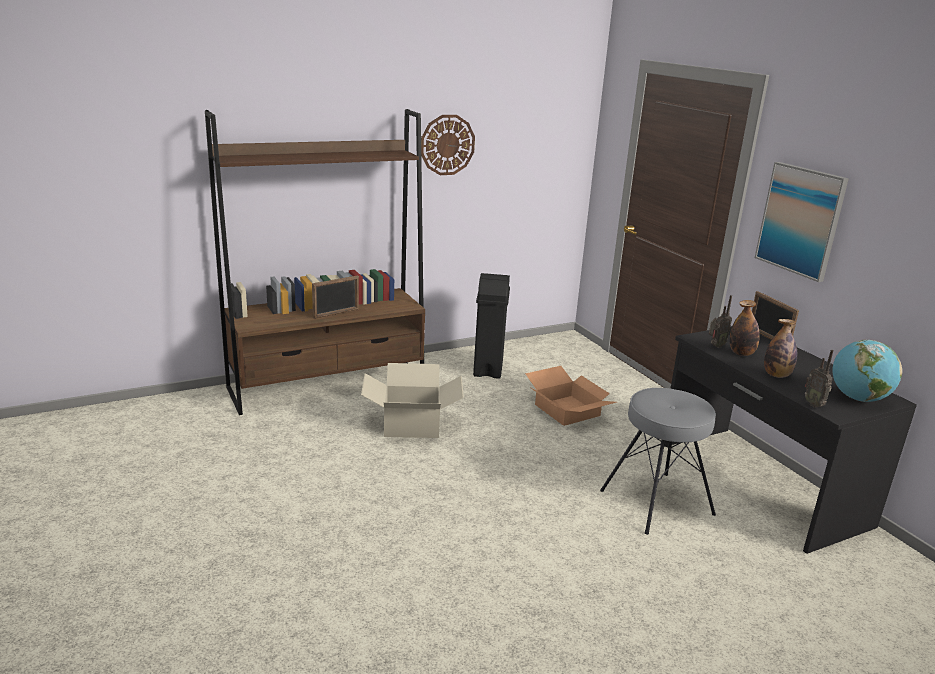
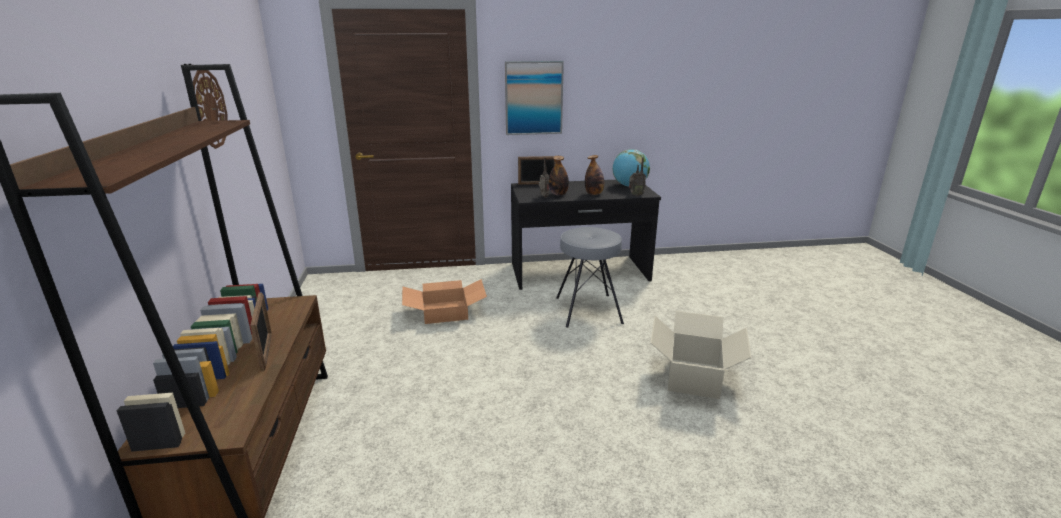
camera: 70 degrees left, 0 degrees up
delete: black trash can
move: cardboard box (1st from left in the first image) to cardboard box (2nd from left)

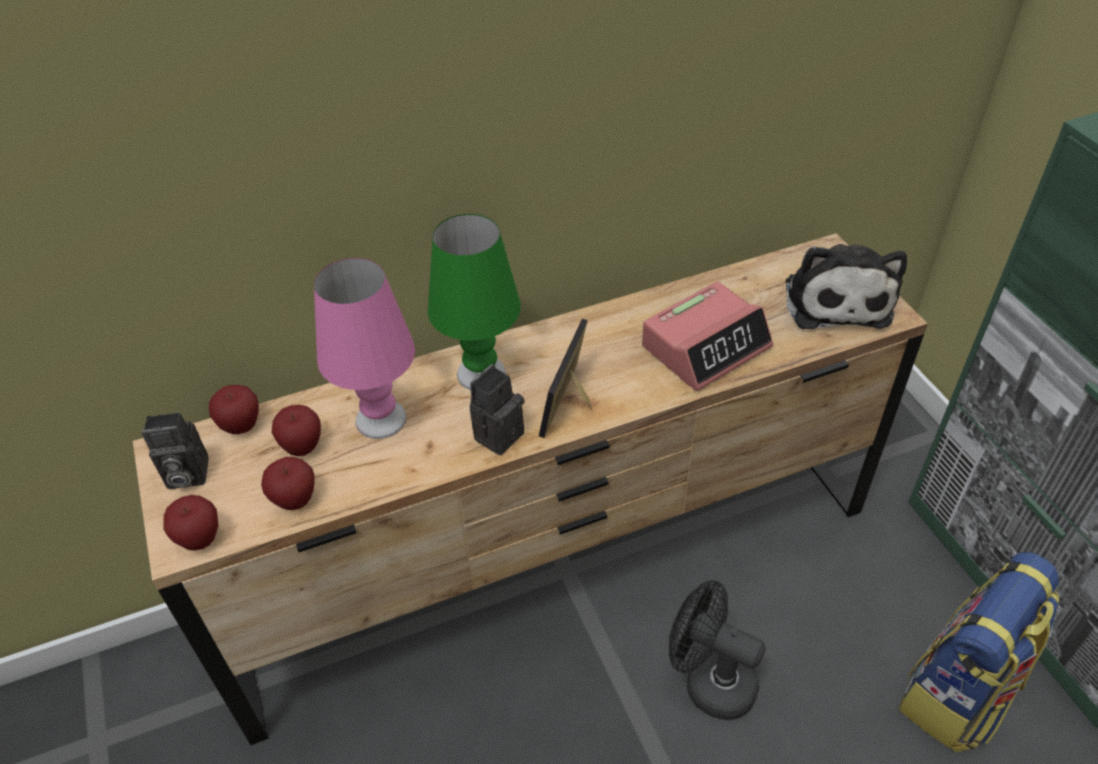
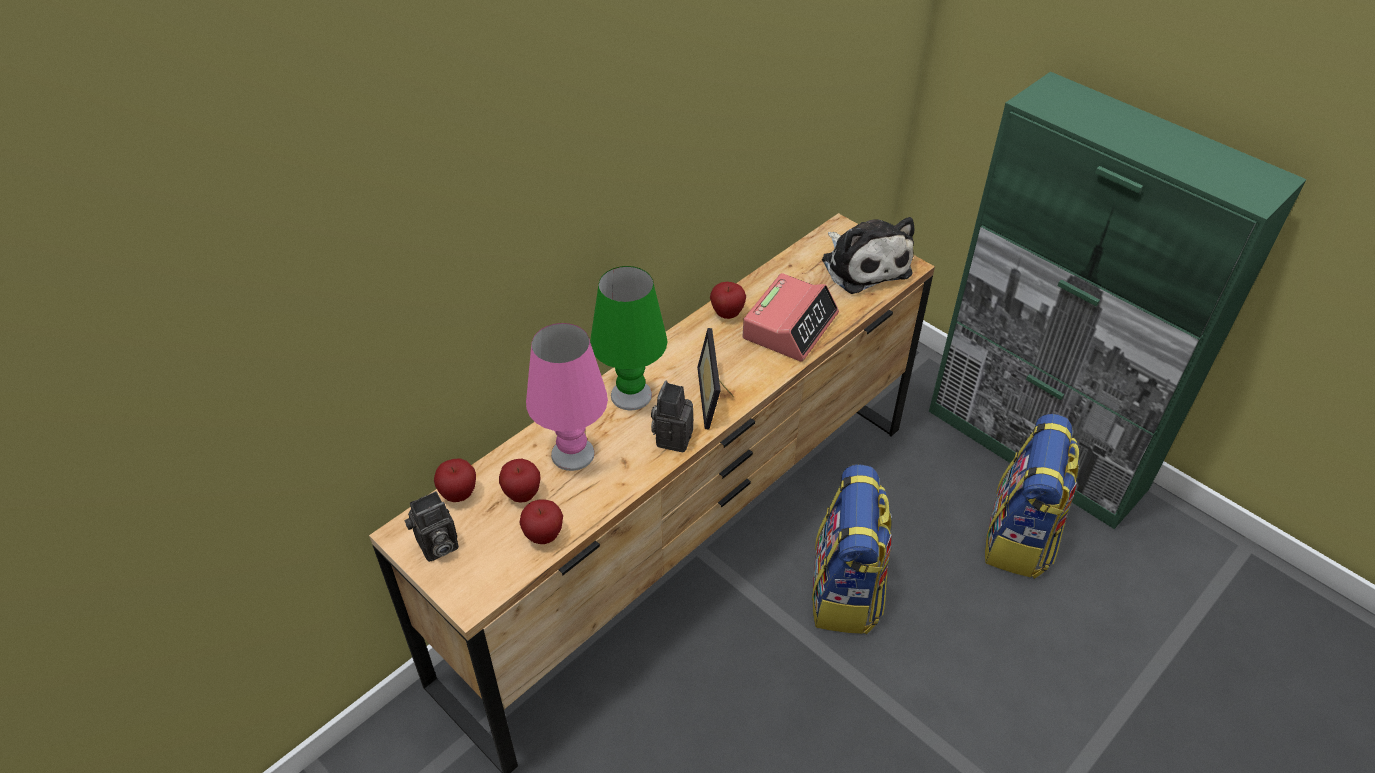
camera: 25 degrees left, 0 degrees up
move: apple (1st from left in the first image) to apple (4th from left)
replace: black fan to backpack (1st from left)

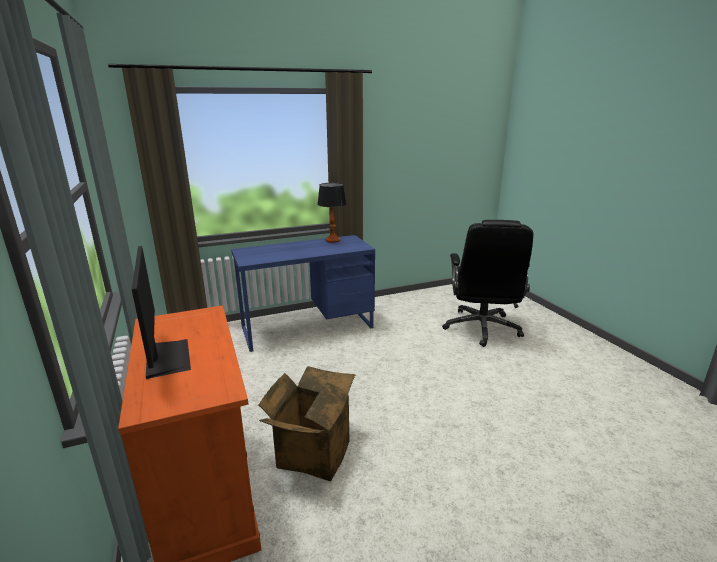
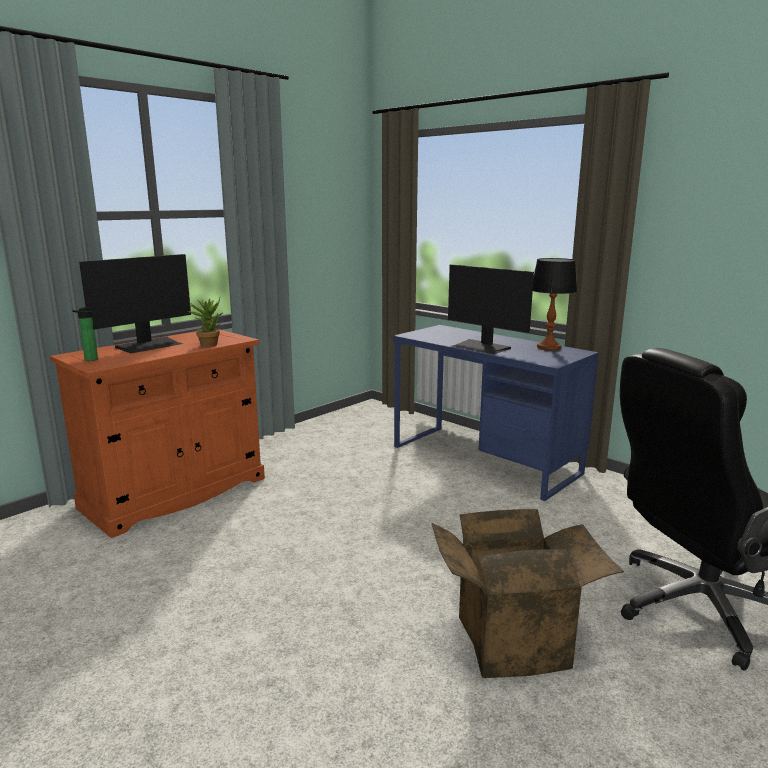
camera: 65 degrees right, 5 degrees down
insert: bottle; potted plant; monitor (2nd from left)
move: cardboard box

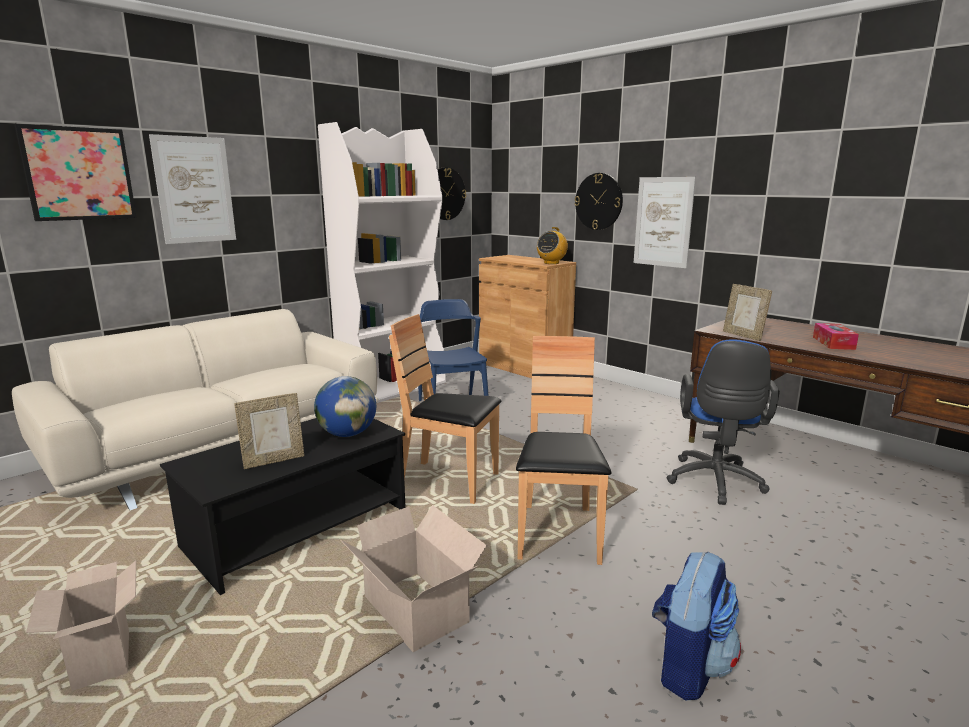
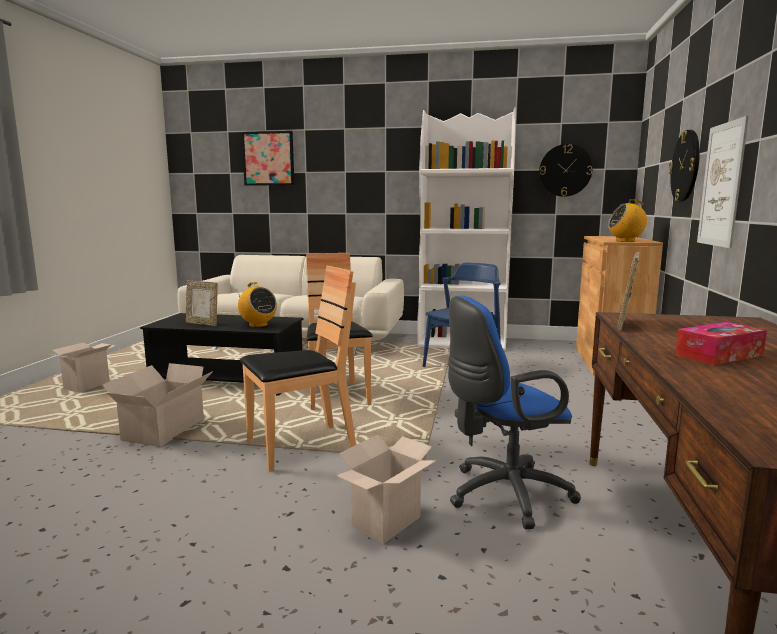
camera: 55 degrees right, 5 degrees down
delete: picture (2nd from left); backpack
insert: cardboard box (3rd from left)
replace: globe to radio (1st from left)

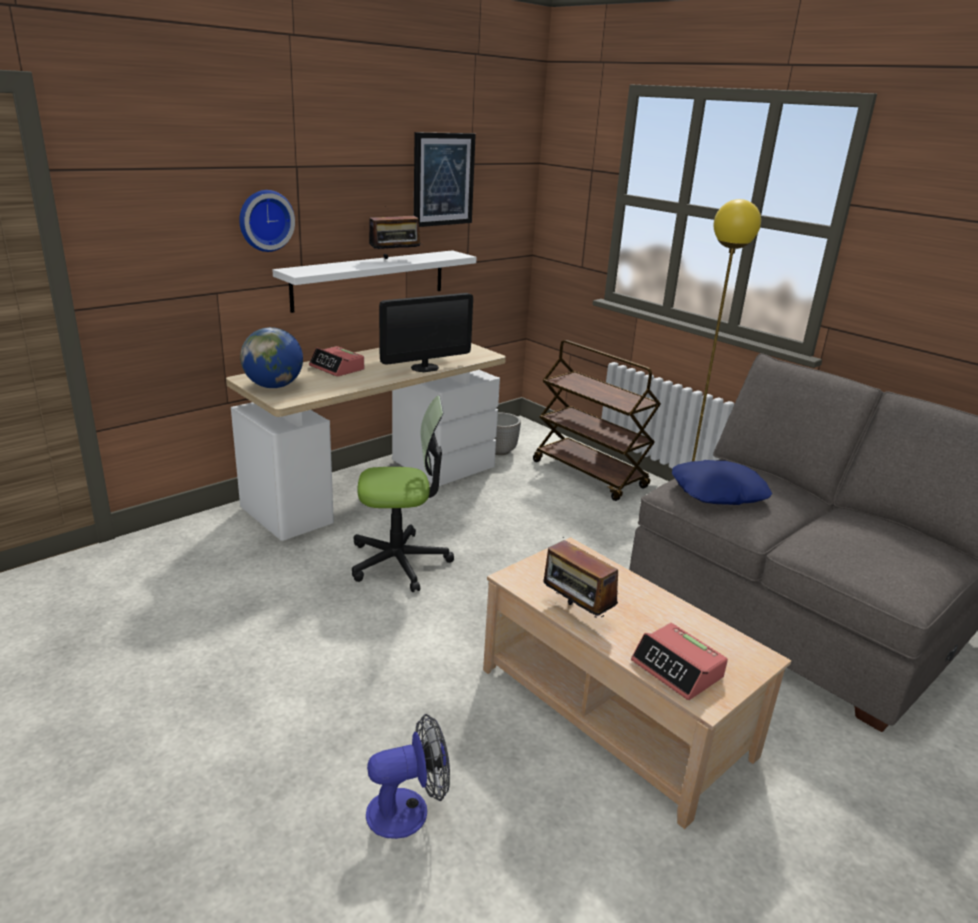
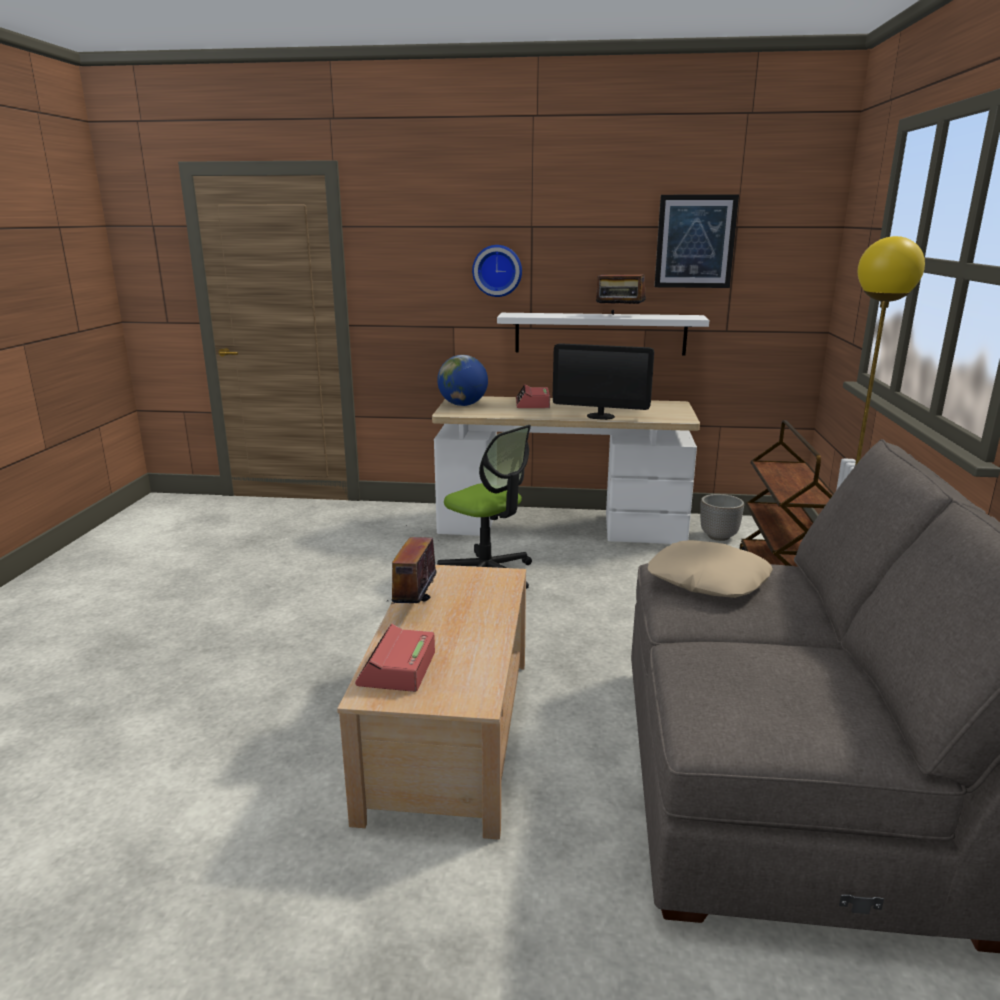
camera: 50 degrees right, 5 degrees down
delete: fan
recolor: blue pillow to beige pillow

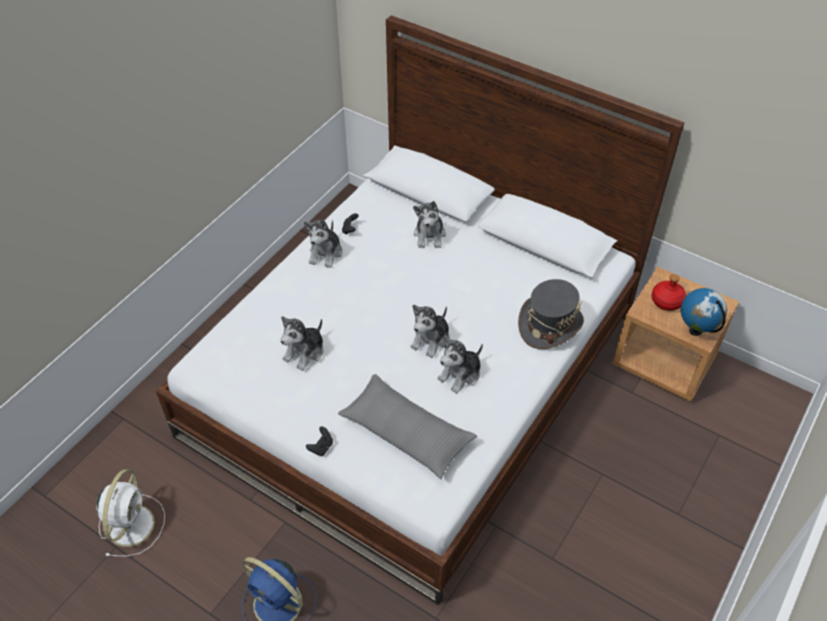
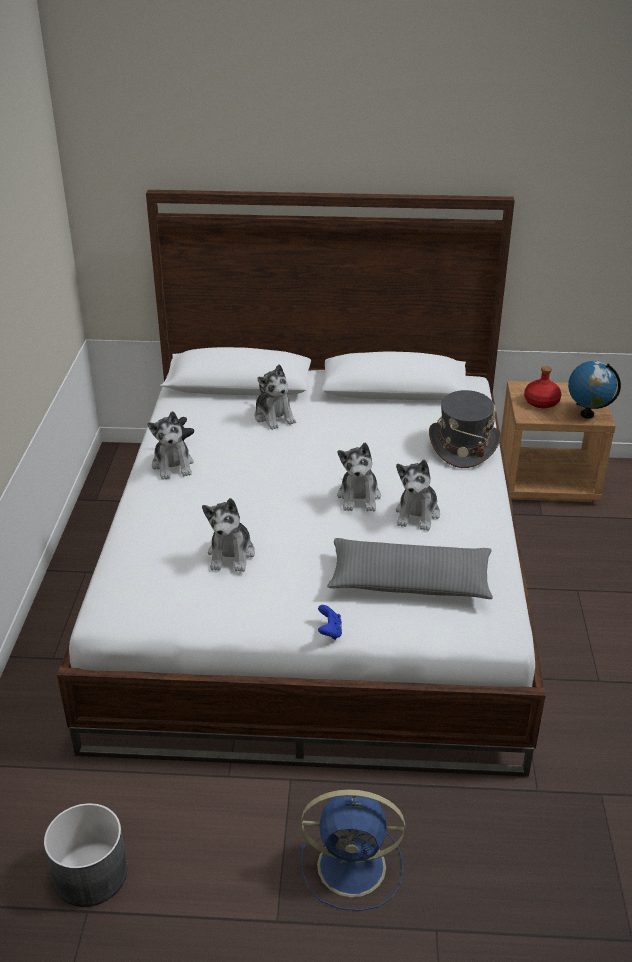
camera: 30 degrees left, 15 degrees down
replace: white fan to grey planter
recolor: black game controller (1st from left) to blue game controller

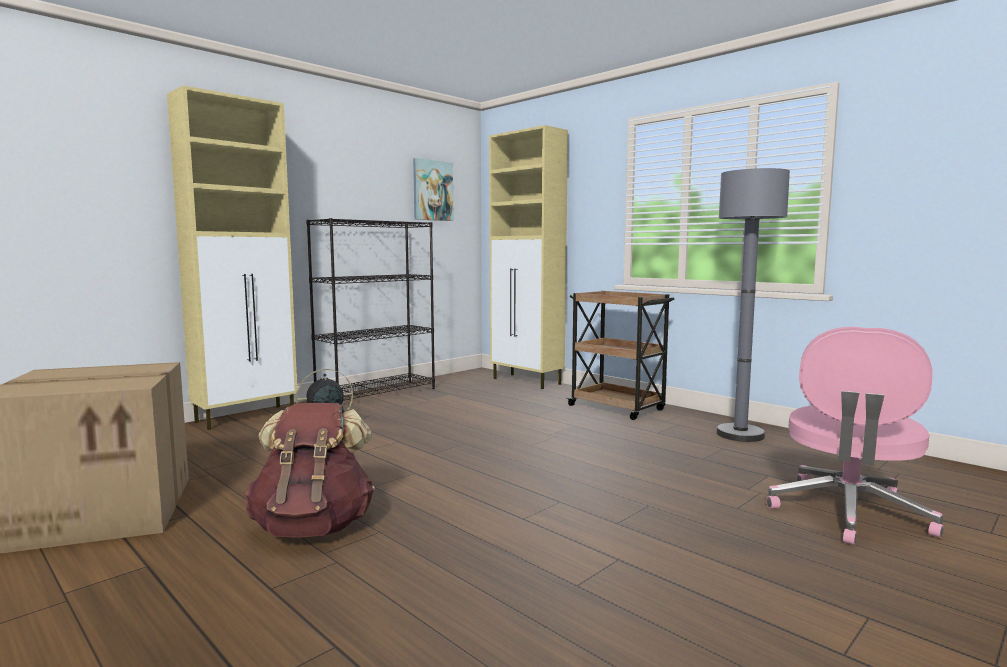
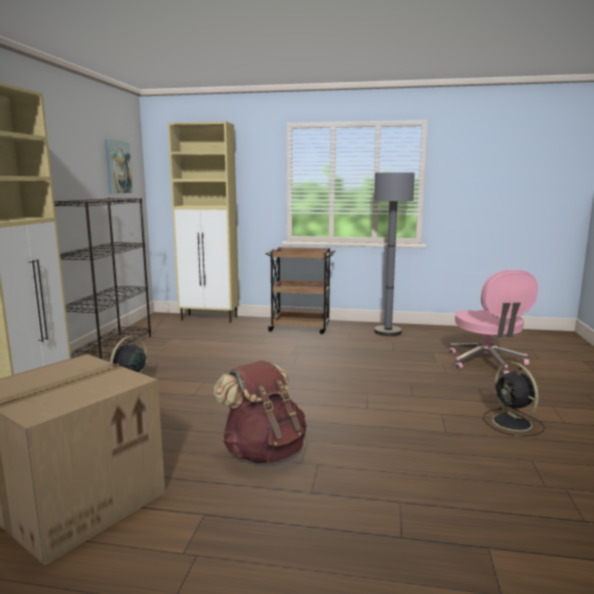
camera: 35 degrees left, 5 degrees up
insert: black fan (2nd from left)

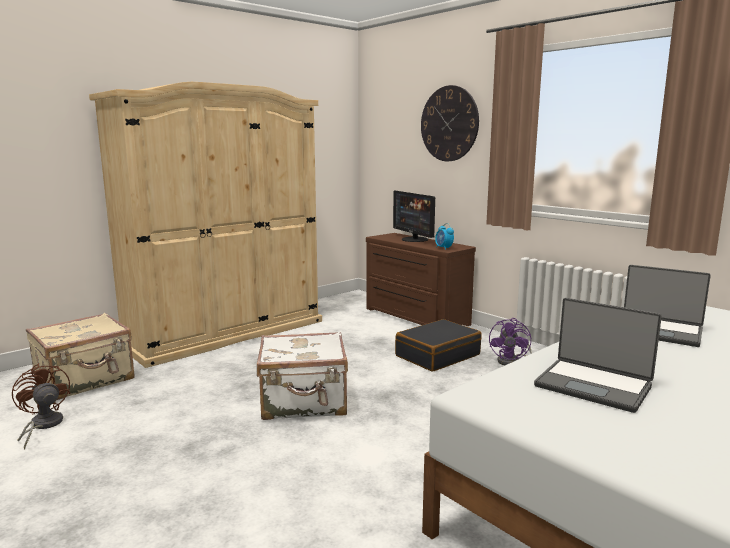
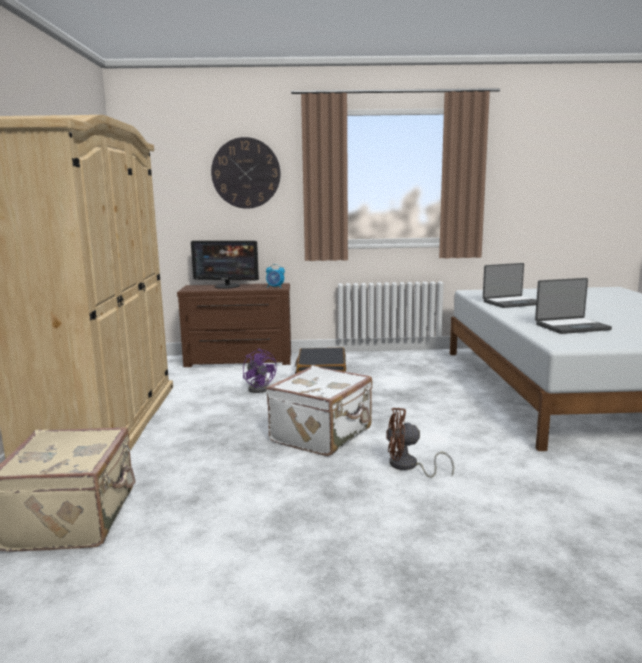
camera: 50 degrees left, 0 degrees up
move: brown fan; purple fan

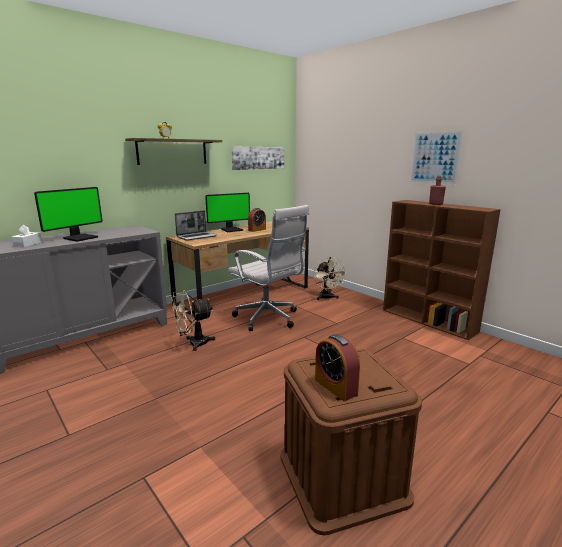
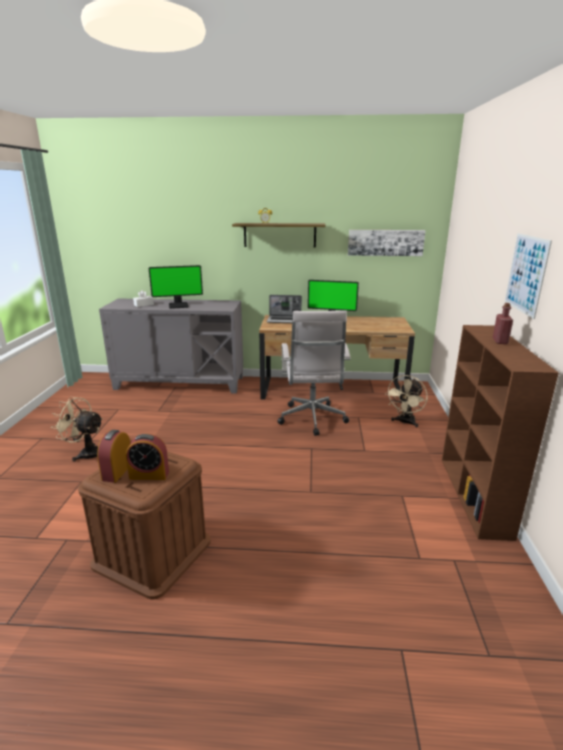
camera: 45 degrees right, 5 degrees up
move: beige fan (1st from left); alarm clock (2nd from left)

